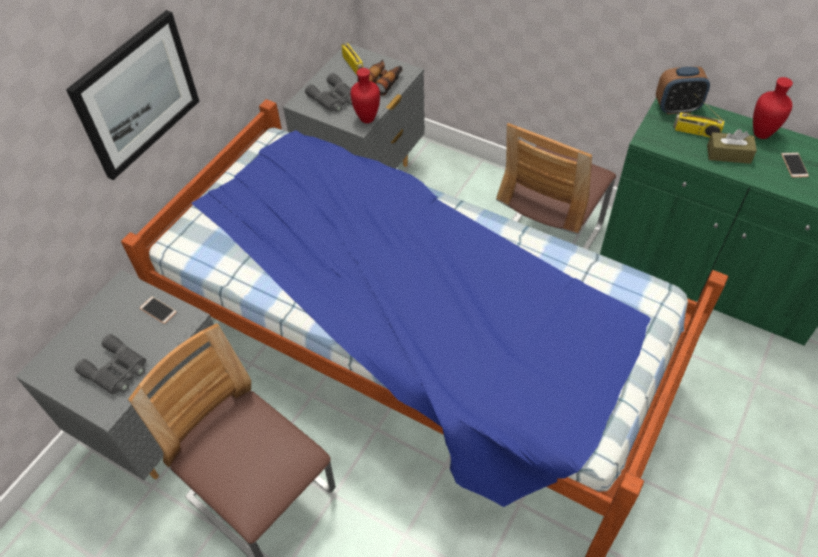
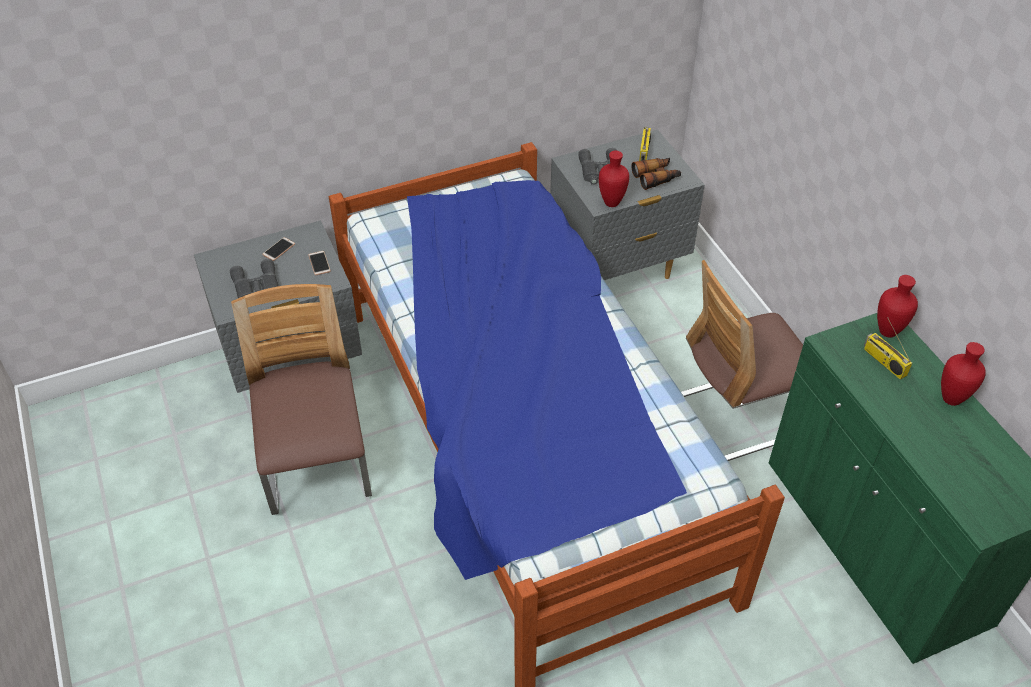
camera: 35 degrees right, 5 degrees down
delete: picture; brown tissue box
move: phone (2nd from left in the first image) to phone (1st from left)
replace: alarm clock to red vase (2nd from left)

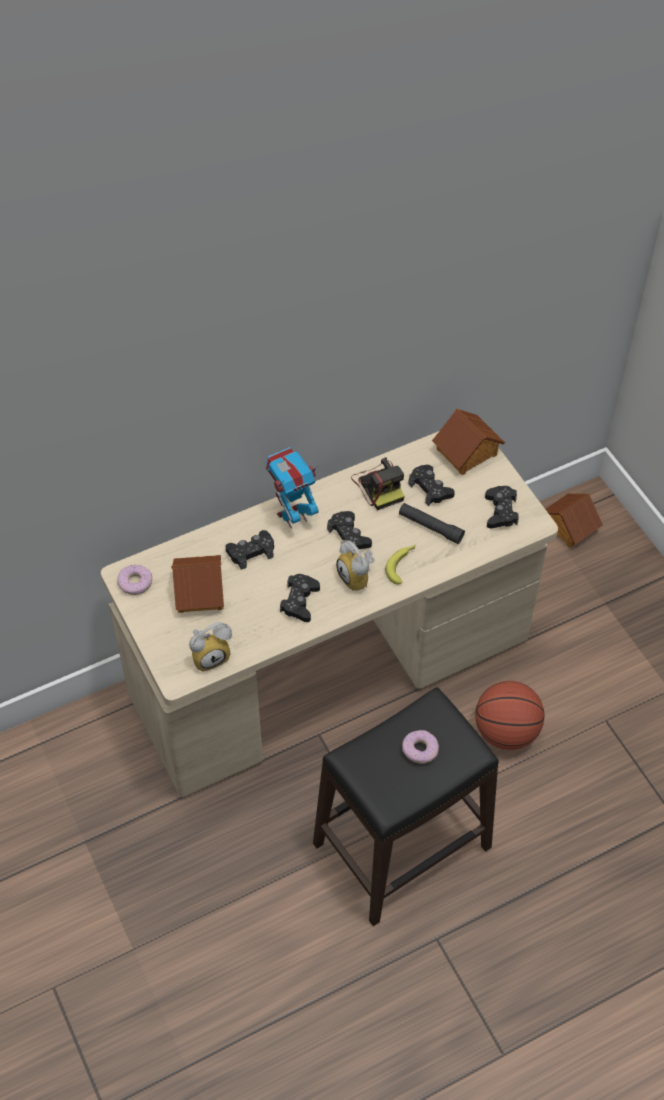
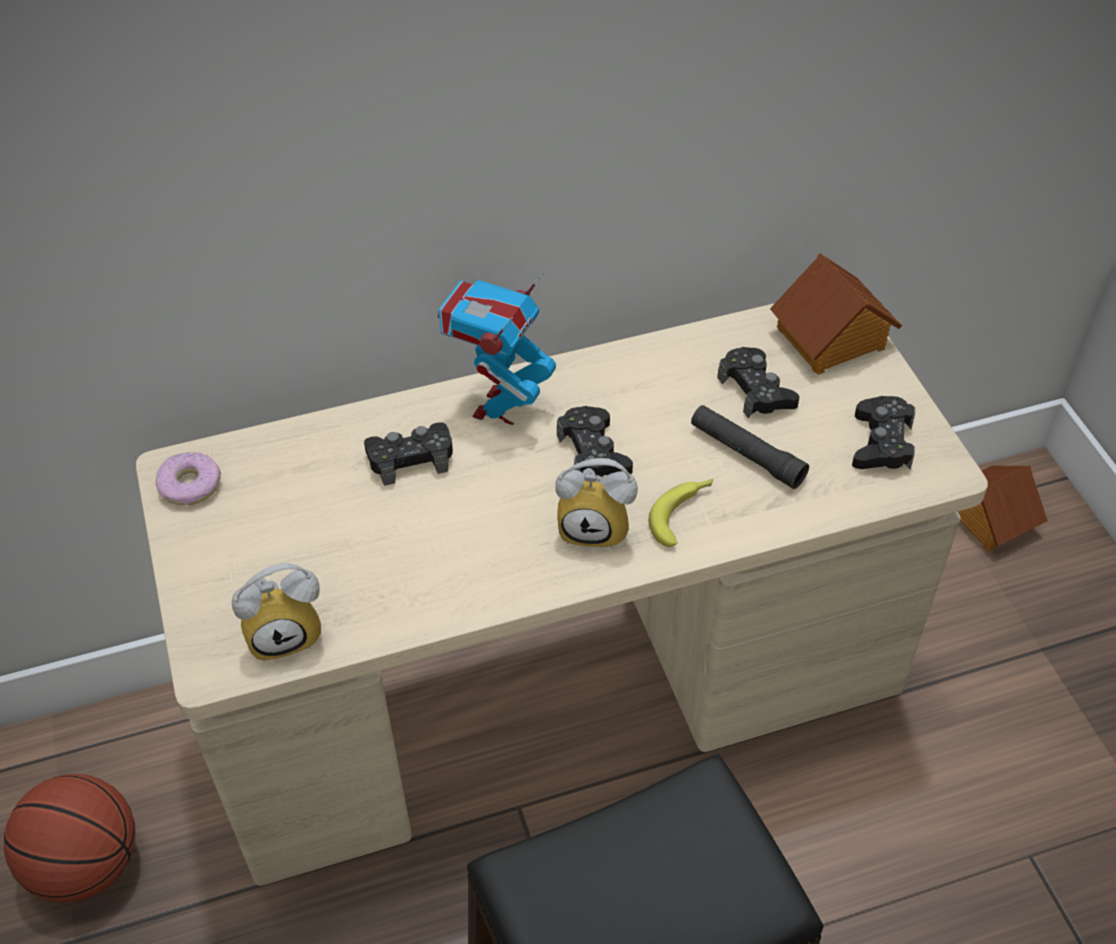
camera: 10 degrees right, 5 degrees down
delete: toy house (1st from left); black game controller (2nd from left); photo camera; donut (2nd from left)
move: basketball
rotate: toy robot 45 degrees counterclockwise; alarm clock (2nd from left) 60 degrees counterclockwise

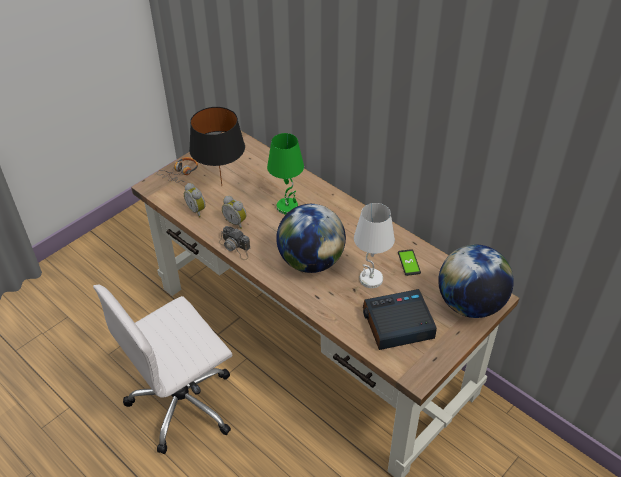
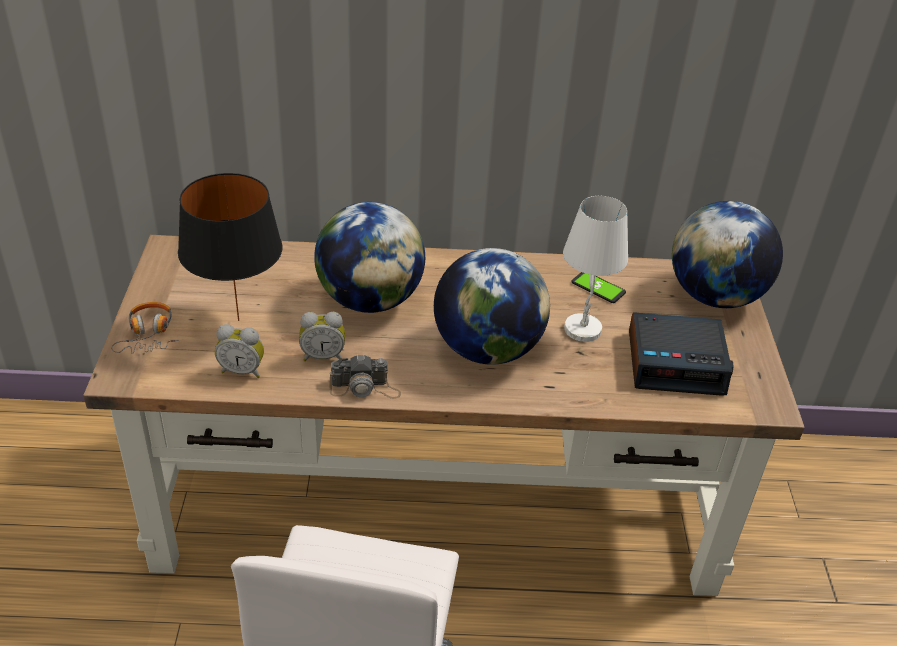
camera: 45 degrees left, 5 degrees down
replace: green table lamp to globe (1st from left)
rotate: alarm clock (3rd from left) 120 degrees counterclockwise

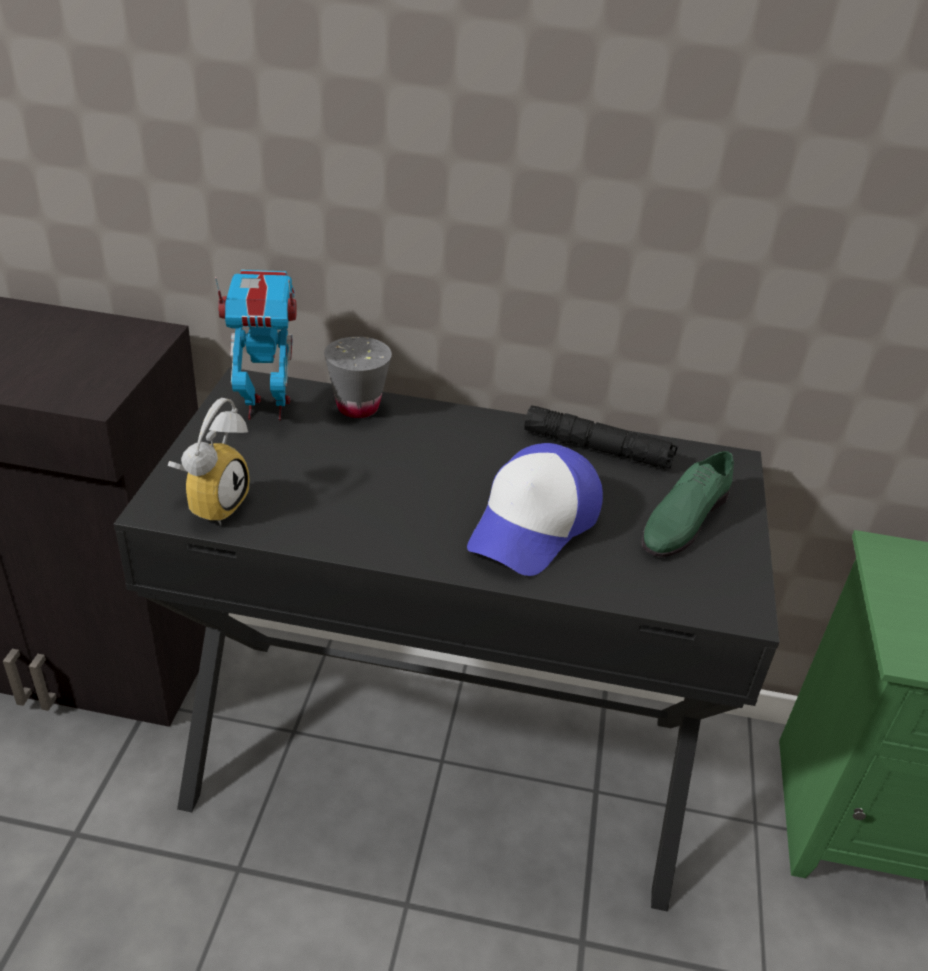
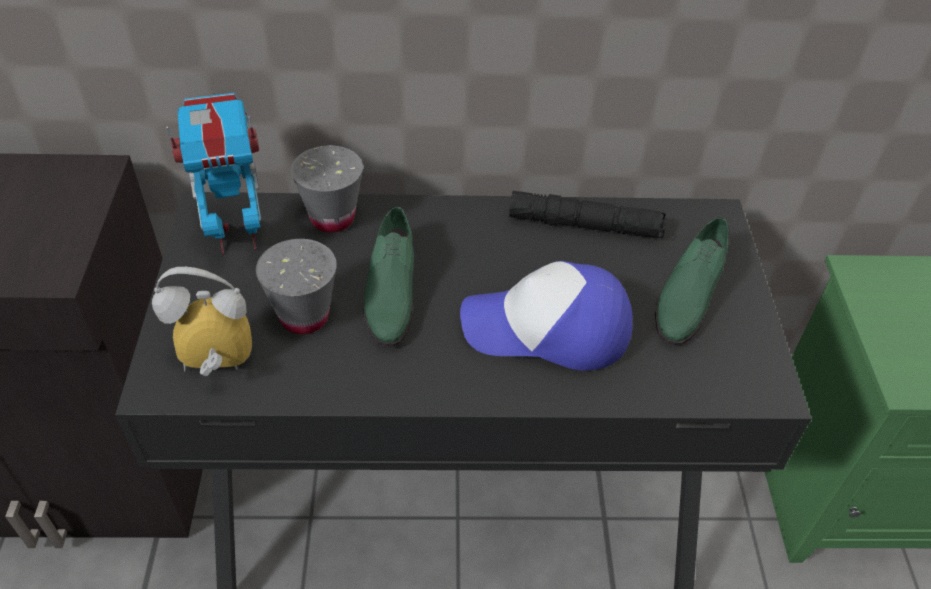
camera: 10 degrees left, 10 degrees up
insert: grey cup (1st from left); green shoe (1st from left)
rotate: alarm clock 105 degrees counterclockwise; cap 75 degrees clockwise

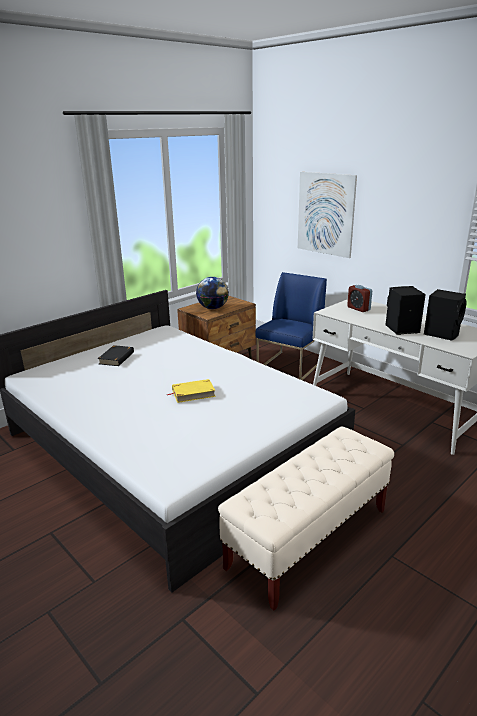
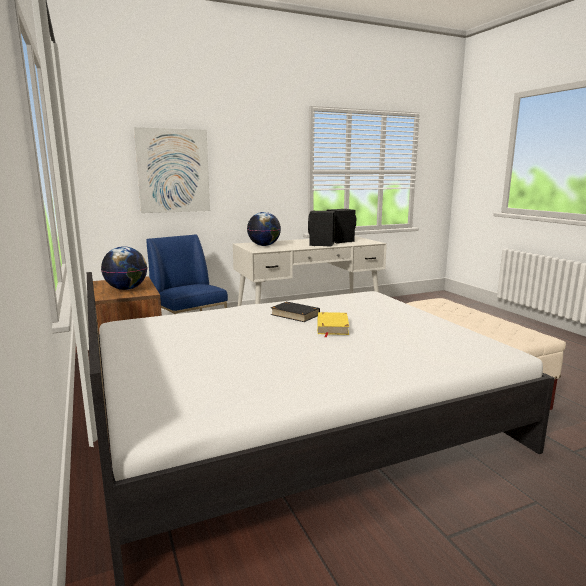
camera: 70 degrees left, 10 degrees down
move: black book
replace: alarm clock to globe (2nd from left)

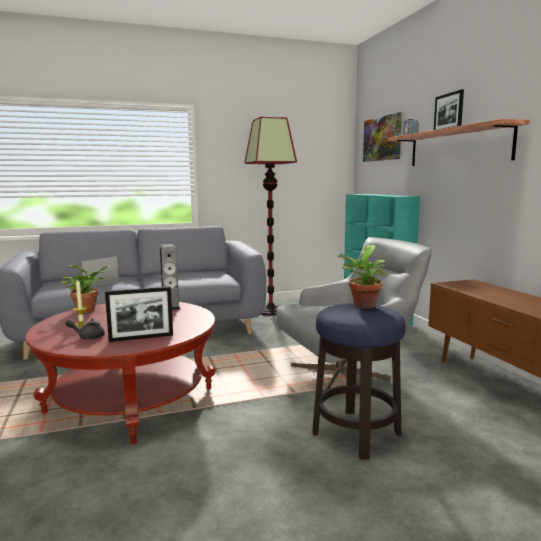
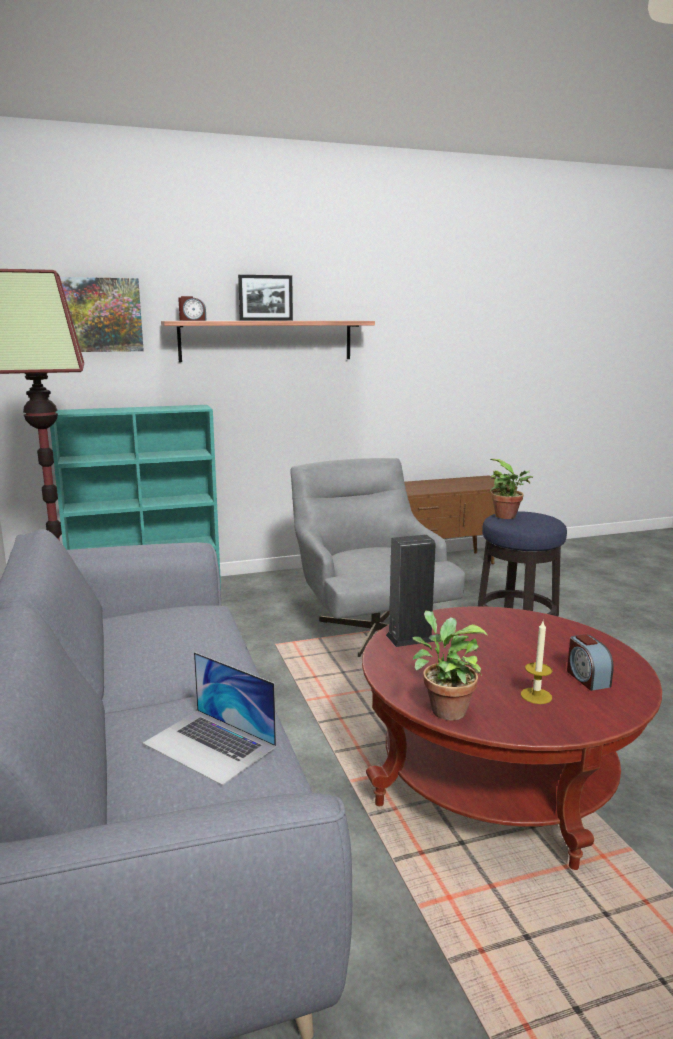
camera: 90 degrees left, 5 degrees up
delete: picture frame (1st from left)
replace: grey teapot to alarm clock (2nd from left)

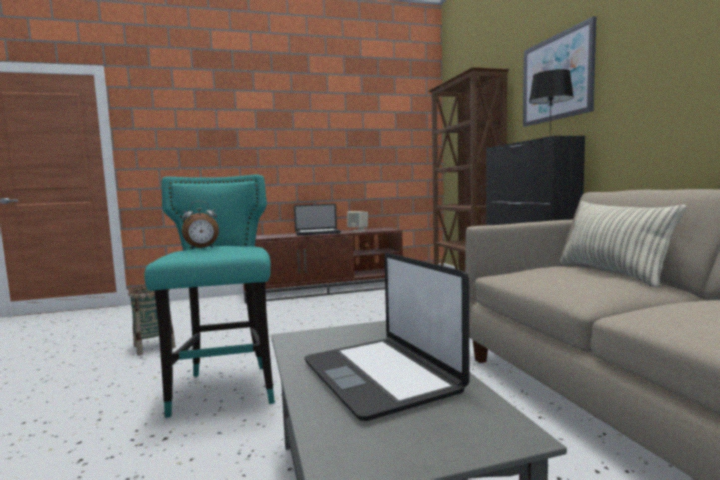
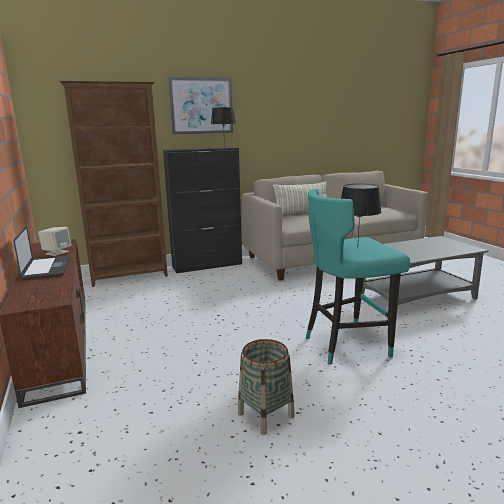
camera: 95 degrees left, 10 degrees up
delete: laptop (2nd from left)
replace: alarm clock to black table lamp (2nd from left)

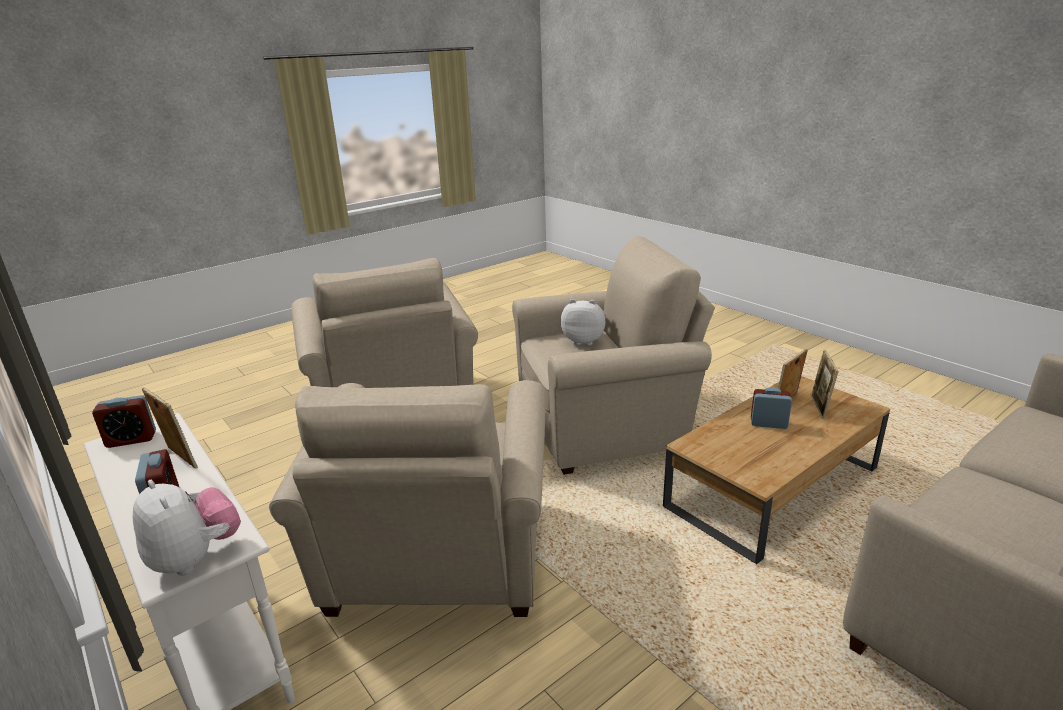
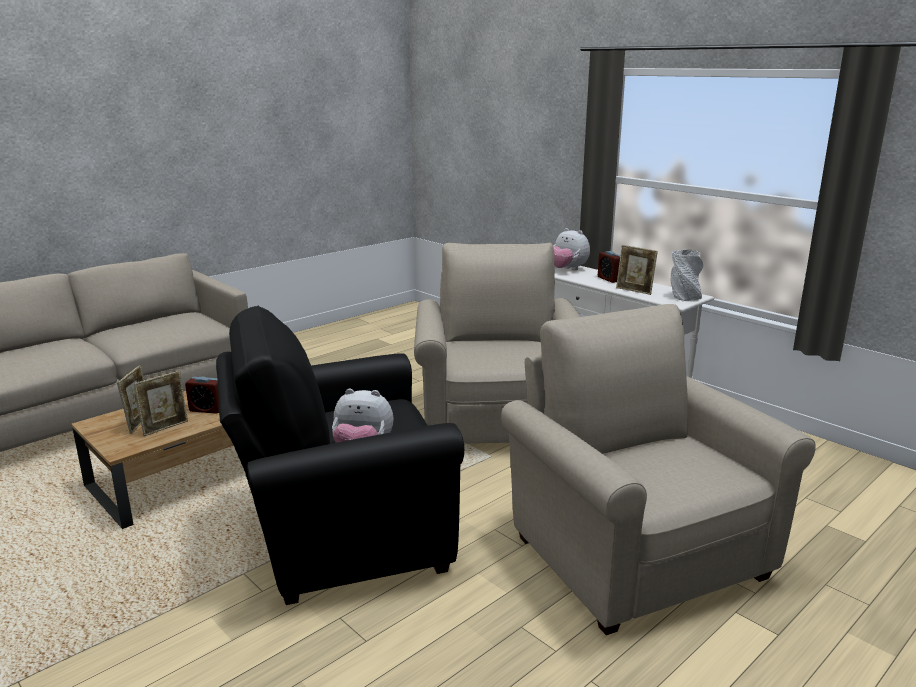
camera: 175 degrees right, 5 degrees down
replace: alarm clock (1st from left) to grey vase
recolor: beige armchair (3rd from left) to black armchair

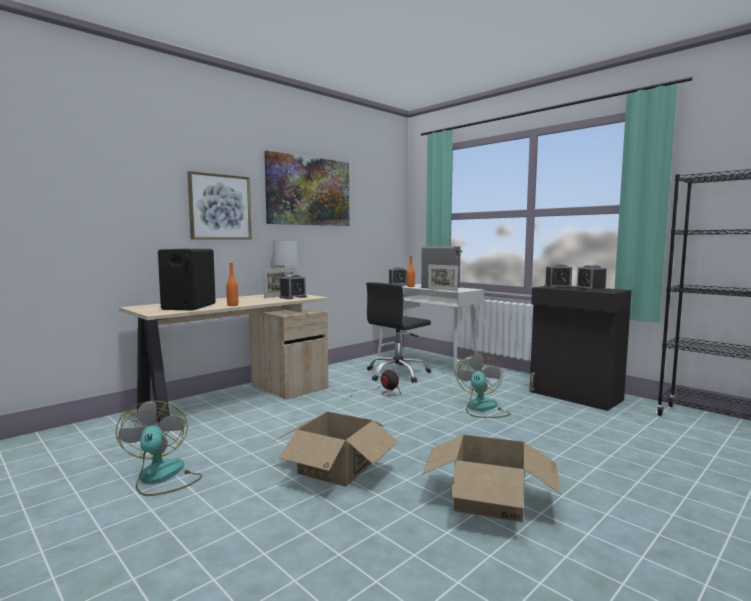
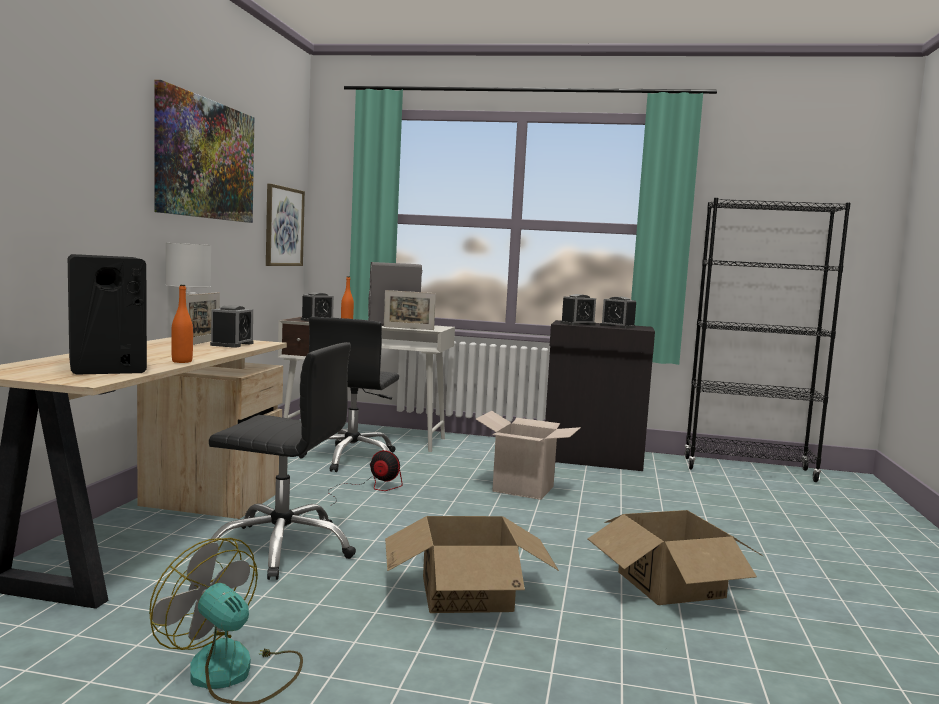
camera: 35 degrees left, 0 degrees up
insert: black office chair (1st from left)
move: picture (1st from left in the first image) to picture (2nd from left)
replace: fan (3rd from left) to cardboard box (2nd from left)

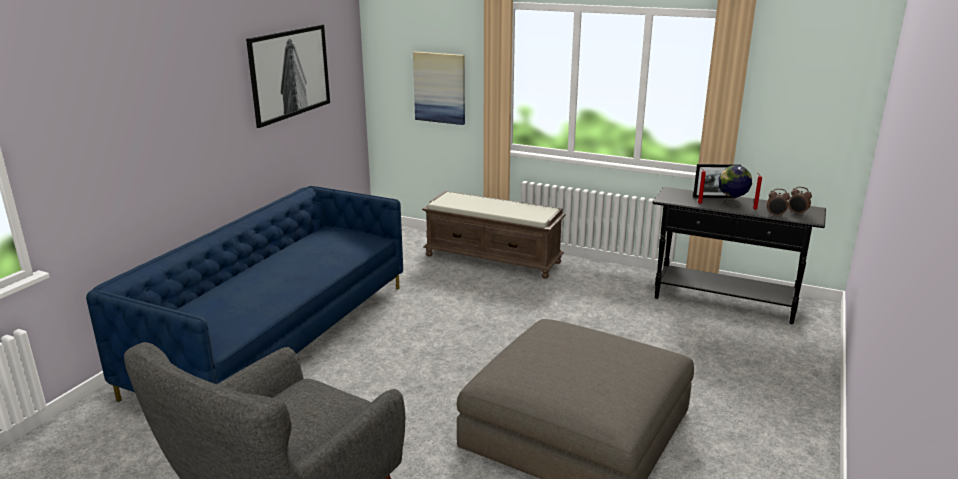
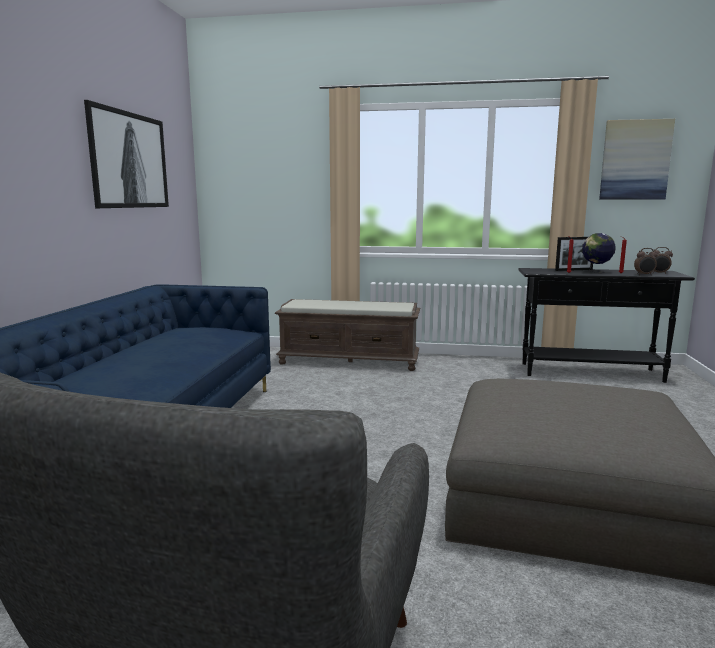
camera: 15 degrees left, 10 degrees down
move: picture (2nd from left)

